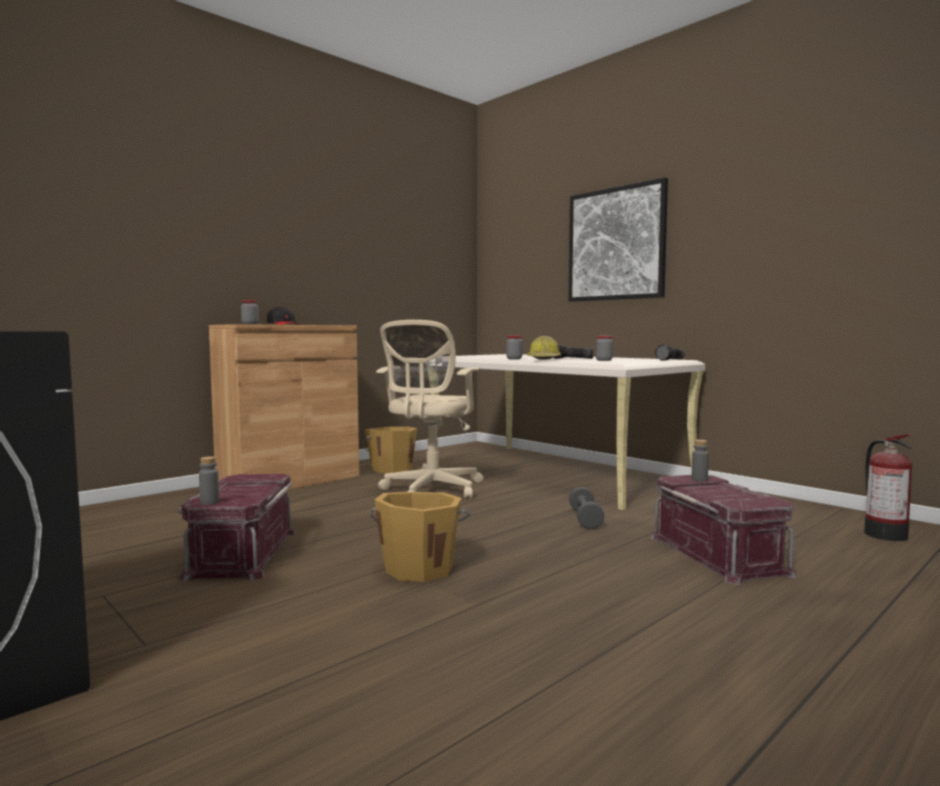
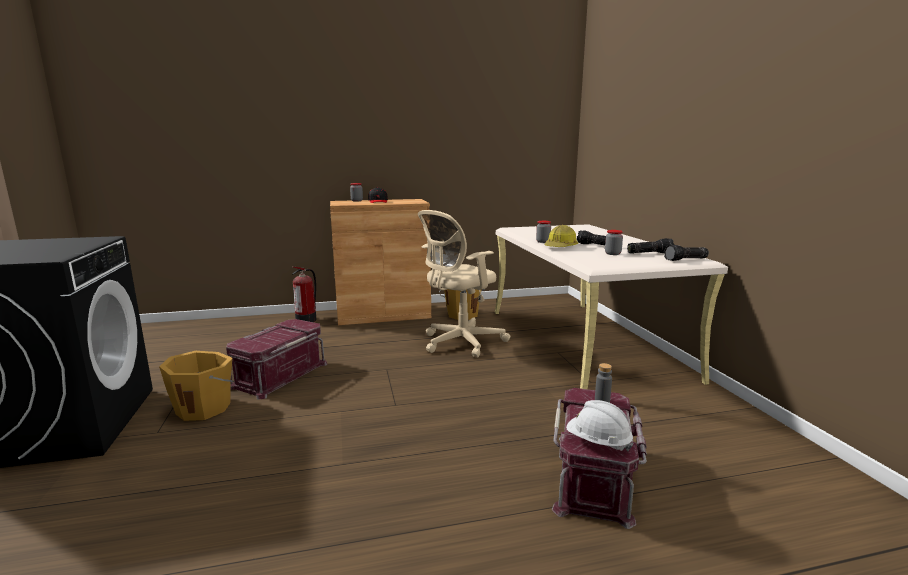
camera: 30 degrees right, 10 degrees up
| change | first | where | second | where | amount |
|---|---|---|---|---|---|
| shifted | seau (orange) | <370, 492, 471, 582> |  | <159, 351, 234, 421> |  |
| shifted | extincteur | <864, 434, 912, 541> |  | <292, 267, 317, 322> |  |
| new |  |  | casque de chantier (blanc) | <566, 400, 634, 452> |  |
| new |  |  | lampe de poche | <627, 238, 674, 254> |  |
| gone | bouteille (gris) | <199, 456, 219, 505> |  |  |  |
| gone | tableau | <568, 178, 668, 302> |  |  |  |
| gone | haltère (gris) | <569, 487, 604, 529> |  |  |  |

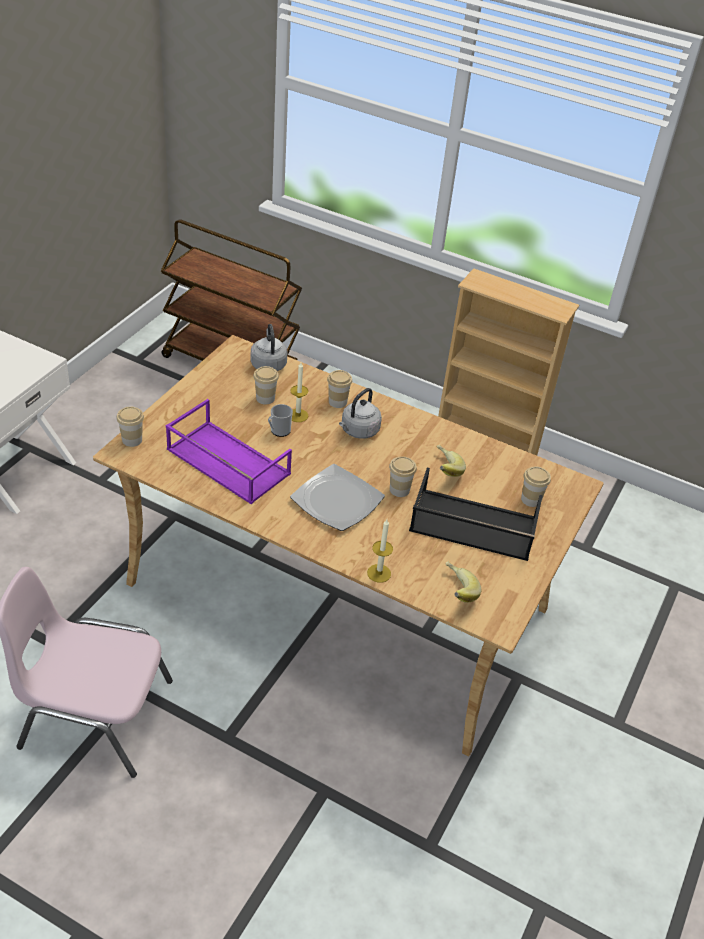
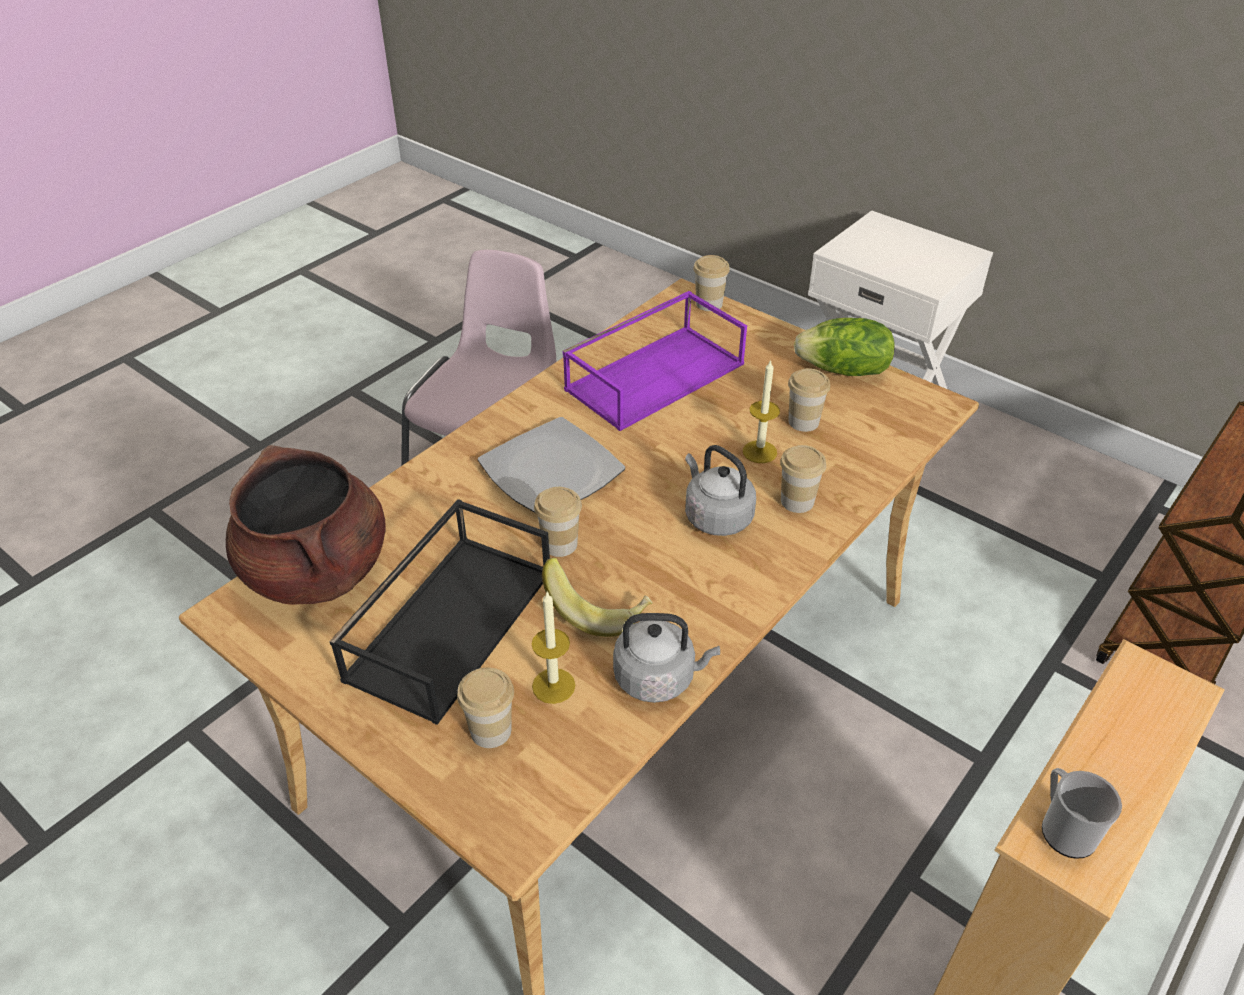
camera: 105 degrees right, 0 degrees up
| change | first | where | second | where | amount |
|---|---|---|---|---|---|
| swapped | banane | <445, 561, 482, 603> | marmite (marron) | <226, 445, 386, 605> |  |
| shifted | bougie | <367, 519, 393, 583> |  | <532, 592, 575, 704> |  |
| shifted | bouilloire (gris) | <250, 324, 287, 371> |  | <613, 613, 720, 703> |  |
| new |  |  | laitue | <794, 318, 895, 376> |  |
| shifted | mug | <268, 404, 293, 437> |  | <1042, 768, 1122, 859> |  |

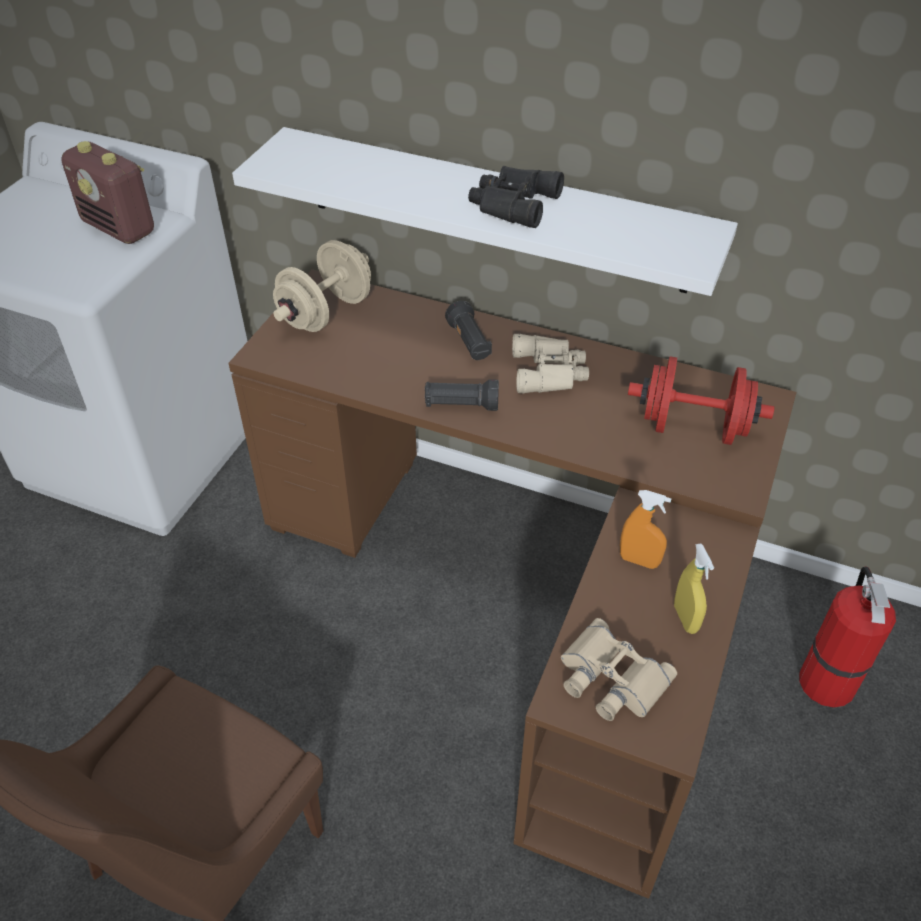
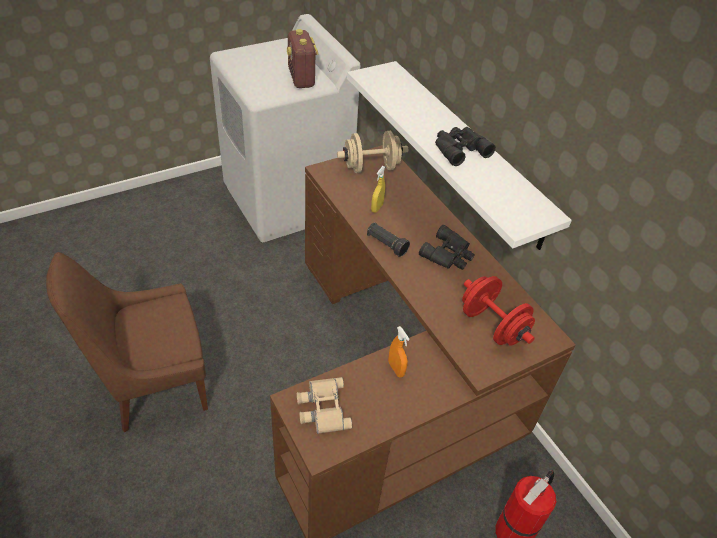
camera: 35 degrees right, 0 degrees up
| change | first | where | second | where | amount |
|---|---|---|---|---|---|
| shifted | vaporisateur (jaune) | <674, 544, 714, 634> |  | <371, 166, 385, 213> |  |
| repainted | jumelles (beige) | <512, 334, 589, 393> | jumelles (noir) | <419, 225, 475, 270> |  |
| gone | lampe de poche (noir) | <445, 301, 492, 360> |  |  |  |

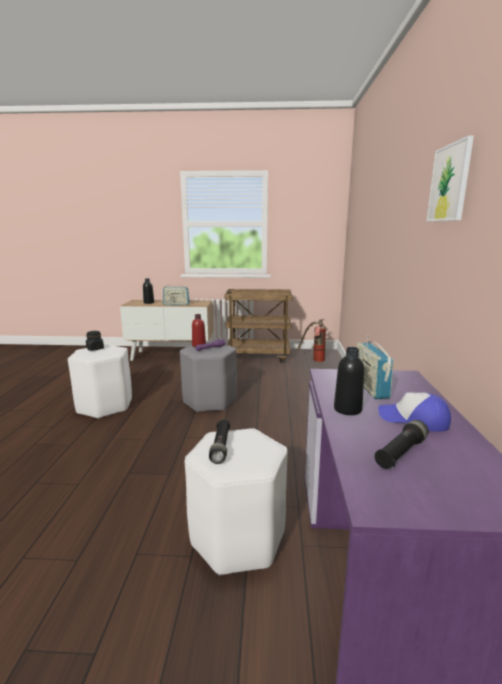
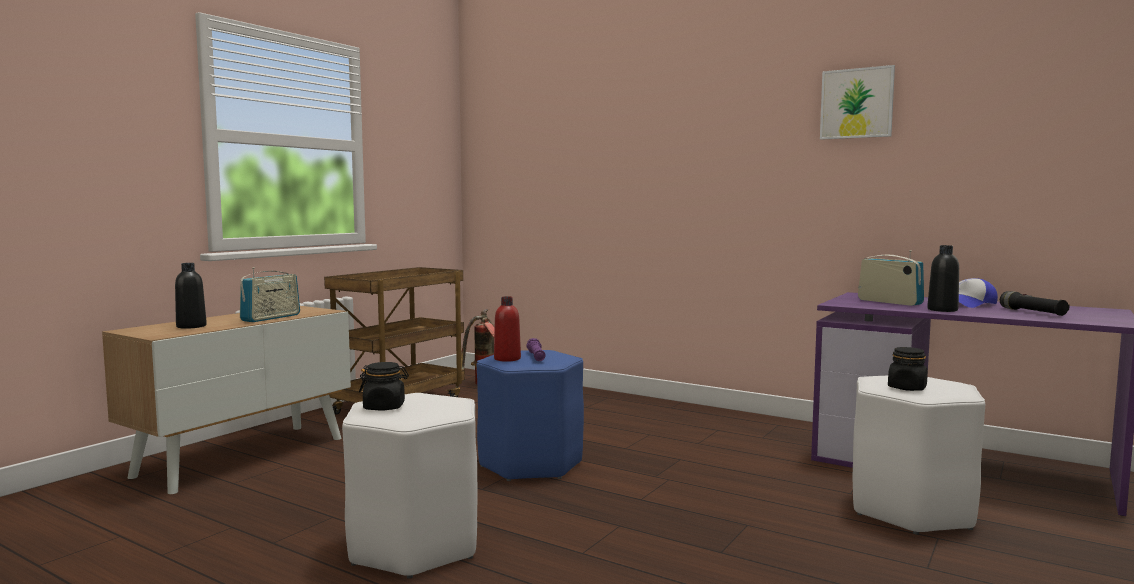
camera: 60 degrees left, 10 degrees down
| change | first | where | second | where | amount |
|---|---|---|---|---|---|
| repainted | tabouret (gris) | <180, 342, 237, 412> | tabouret (bleu) | <477, 350, 584, 481> |  |
| rotated | radio | <357, 335, 393, 399> |  | <858, 250, 924, 306> | 150 degrees counterclockwise |
| swapped | lampe de poche (noir) | <209, 419, 230, 464> | bocal (noir) | <888, 347, 928, 391> |  |

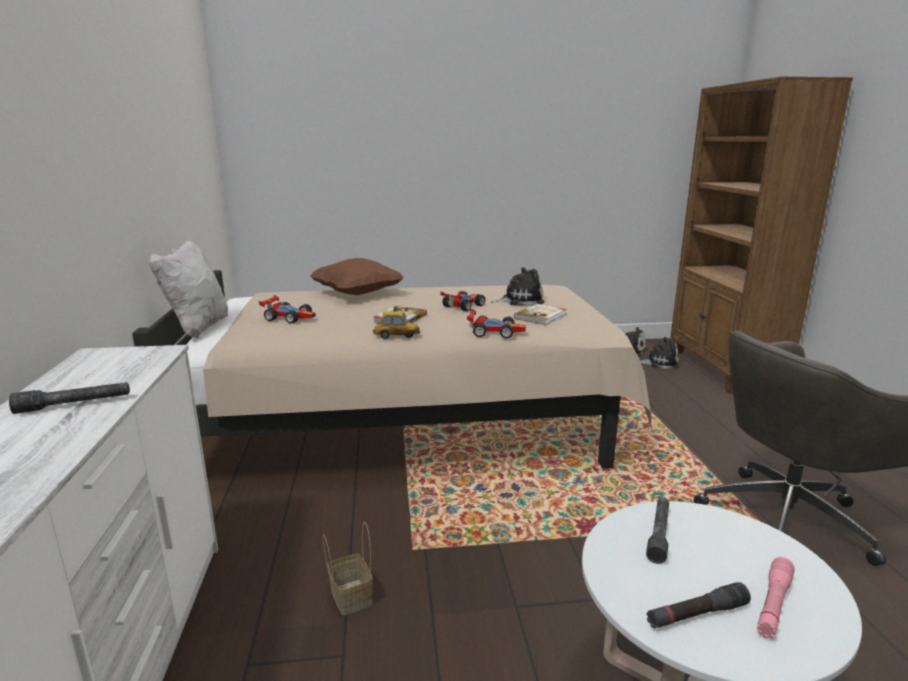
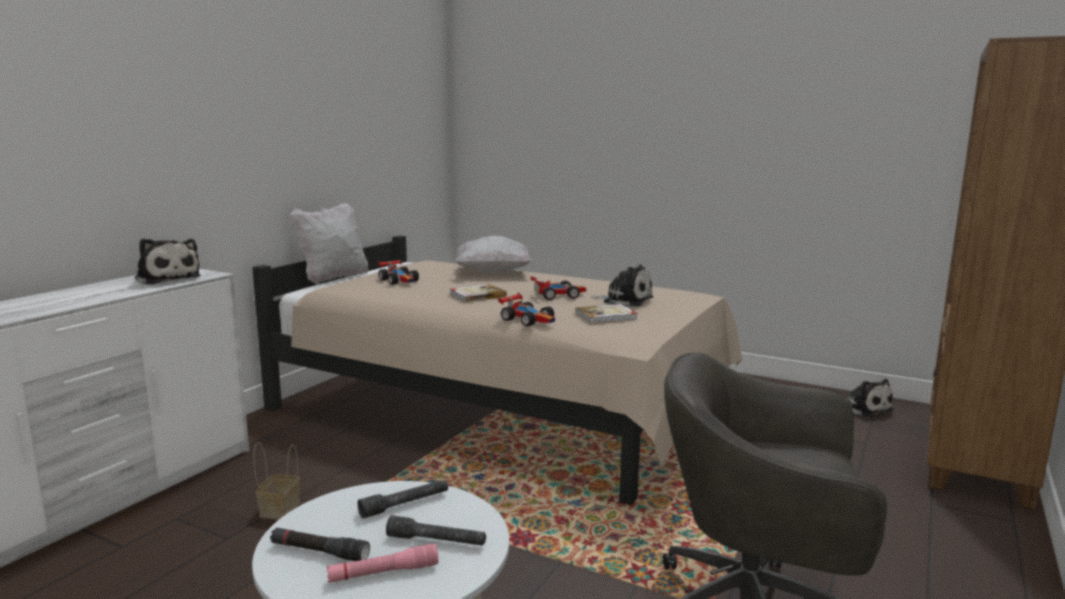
camera: 35 degrees right, 5 degrees down
| change | first | where | second | where | amount |
|---|---|---|---|---|---|
| shifted | peluche | <640, 337, 679, 369> |  | <135, 238, 201, 285> |  |
| shifted | lampe de poche (gris) | <9, 382, 130, 414> |  | <386, 515, 486, 545> |  |
| repainted | coussin (marron) | <310, 258, 404, 295> | coussin (blanc) | <455, 236, 532, 273> |  |
| gone | petite voiture | <373, 306, 420, 339> |  |  |  |

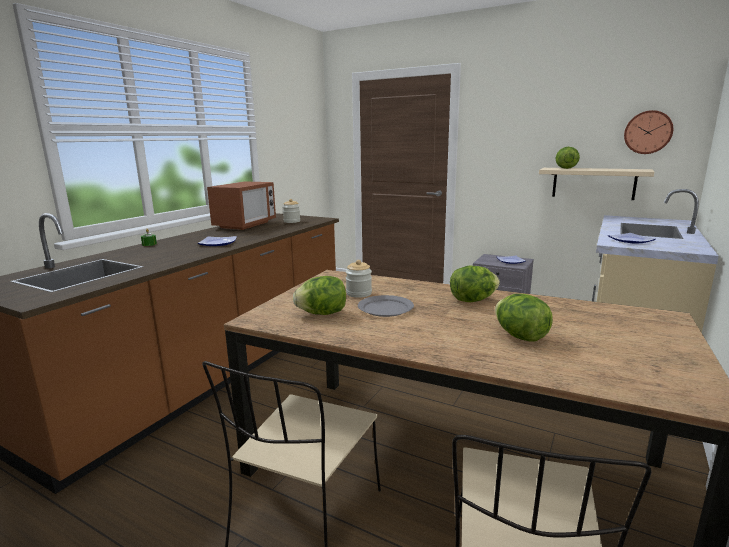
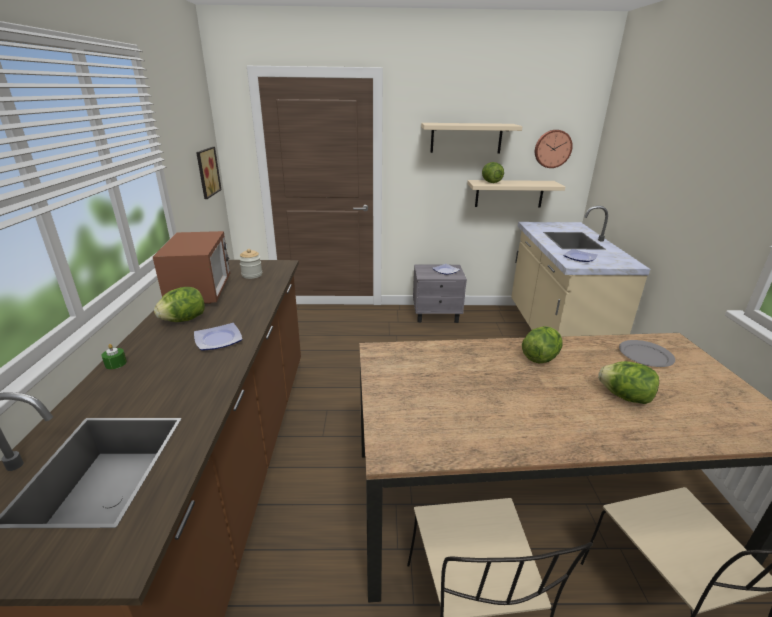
camera: 30 degrees left, 10 degrees up
| change | first | where | second | where | amount |
|---|---|---|---|---|---|
| shifted | laitue | <293, 276, 346, 315> |  | <154, 287, 205, 322> |  |
| new |  |  | tableau | <196, 147, 222, 199> |  |
| new |  |  | étagère (beige) | <421, 123, 523, 153> |  |
| shifted | assiette (gris) | <358, 295, 414, 317> |  | <619, 340, 675, 367> |  |
| gone | bocal | <346, 260, 372, 298> |  |  |  |

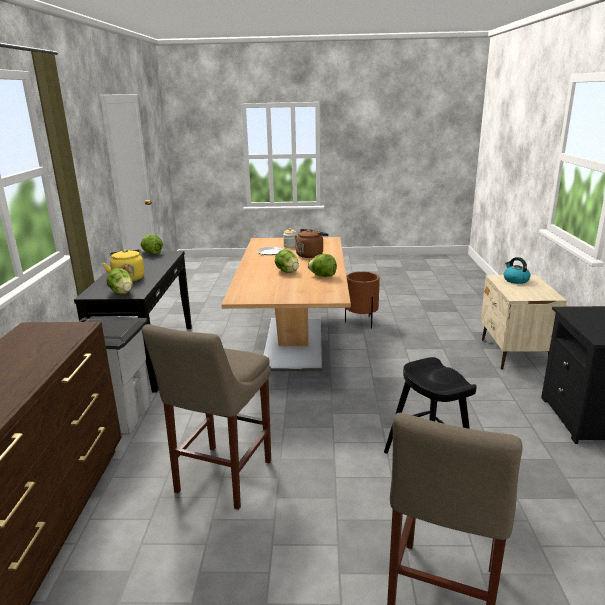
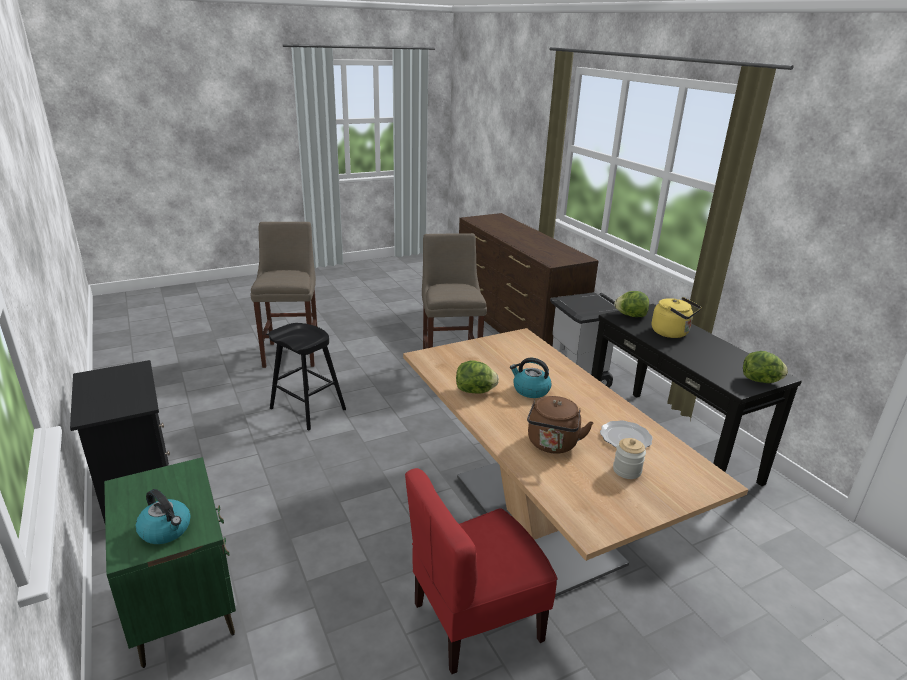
camera: 150 degrees right, 5 degrees up
| change | first | where | second | where | amount |
|---|---|---|---|---|---|
| repainted | table de chevet (beige) | <481, 275, 567, 370> | table de chevet (vert) | <104, 457, 236, 668> |  |
| swapped | cache-pot (marron) | <345, 272, 380, 329> | chaise (rouge) | <405, 468, 558, 674> |  |
| swapped | laitue | <275, 249, 299, 273> | bouilloire | <510, 358, 552, 398> |  |

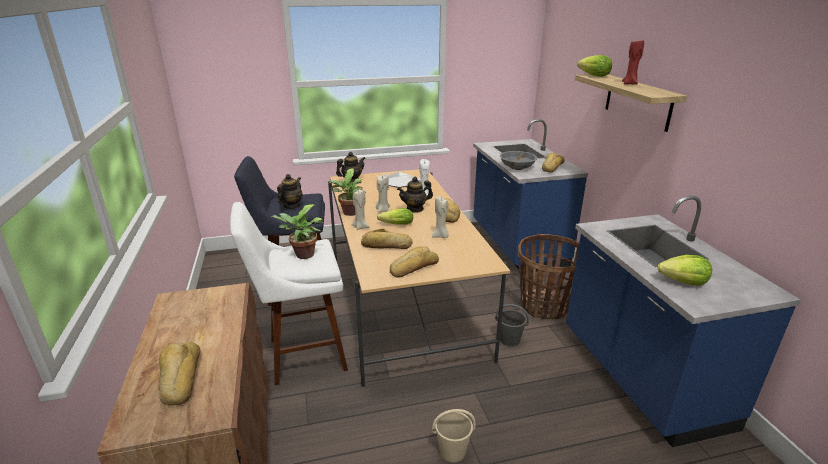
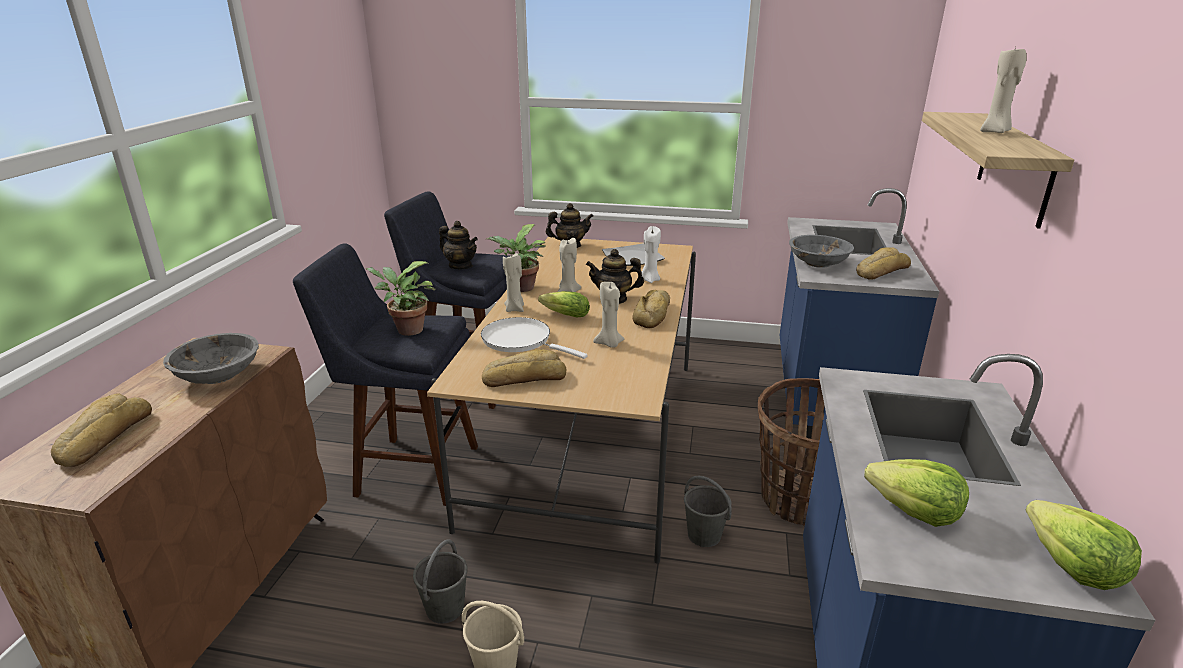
camera: 25 degrees right, 0 degrees up
| change | first | where | second | where | amount |
|---|---|---|---|---|---|
| new |  |  | bol (gris) | <163, 333, 259, 384> |  |
| repainted | tabouret (blanc) | <230, 202, 348, 385> | tabouret (bleu) | <293, 243, 478, 506> |  |
| new |  |  | seau (gris) | <413, 539, 468, 624> |  |
| rotated | théière | <277, 174, 302, 209> |  | <439, 221, 478, 269> | 75 degrees clockwise |
| swapped | pain | <361, 229, 413, 249> | poêle (blanc) | <481, 317, 588, 359> |  |
| repainted | bougie (rouge) | <622, 40, 644, 85> | bougie (beige) | <980, 47, 1027, 133> |  |
| shifted | laitue | <577, 55, 612, 77> |  | <1026, 500, 1142, 590> |  |

